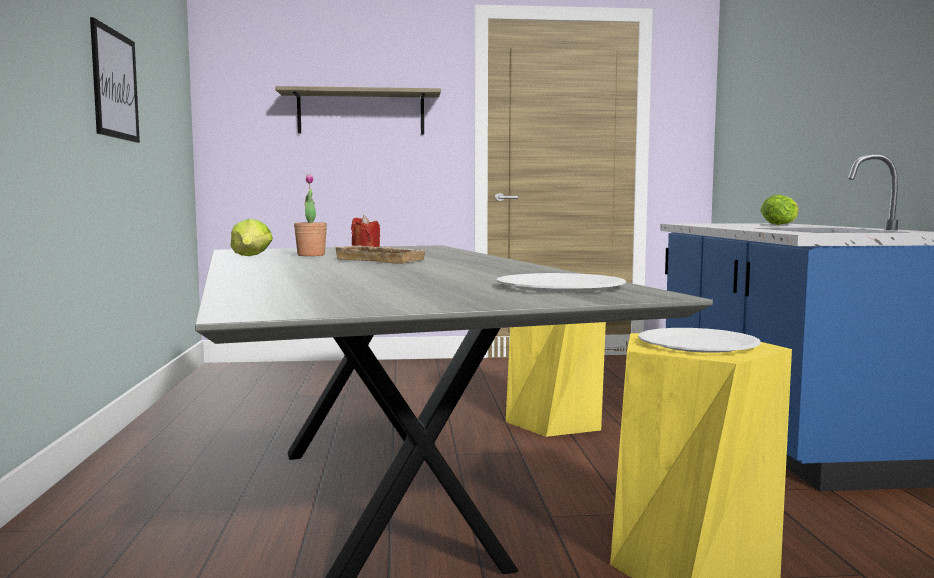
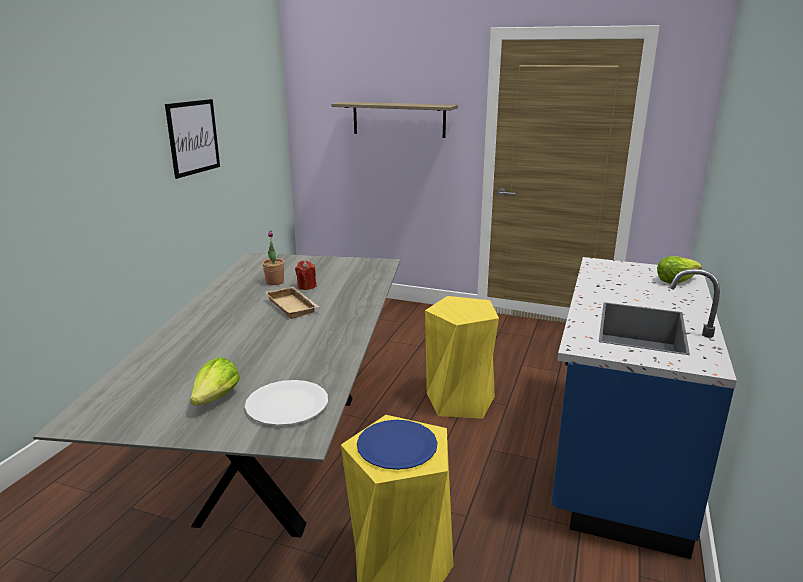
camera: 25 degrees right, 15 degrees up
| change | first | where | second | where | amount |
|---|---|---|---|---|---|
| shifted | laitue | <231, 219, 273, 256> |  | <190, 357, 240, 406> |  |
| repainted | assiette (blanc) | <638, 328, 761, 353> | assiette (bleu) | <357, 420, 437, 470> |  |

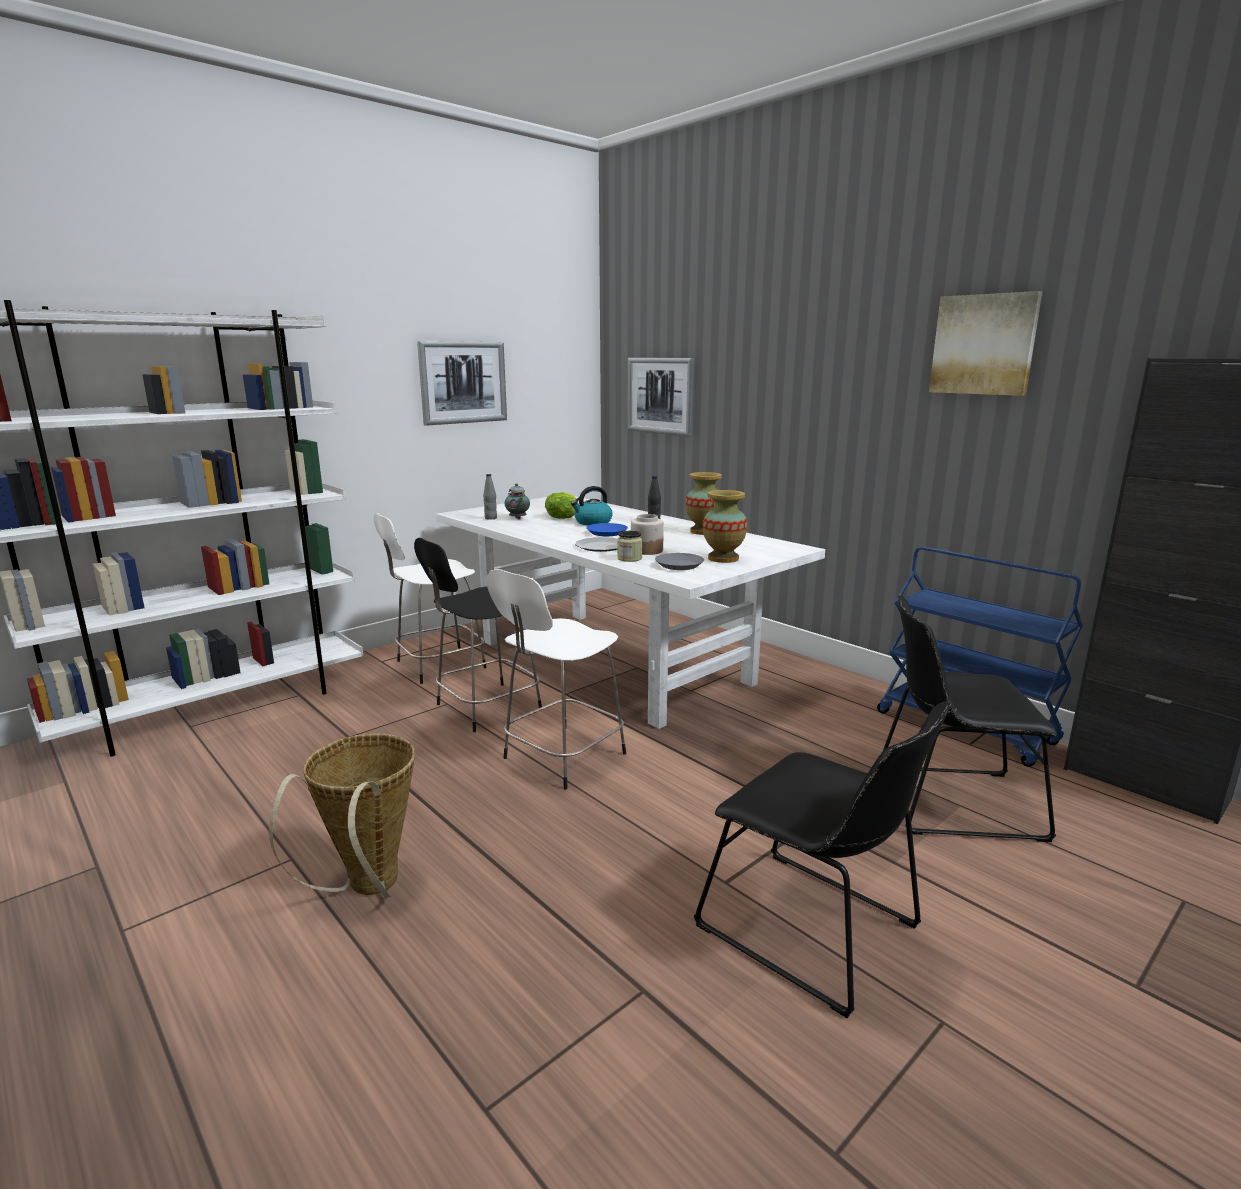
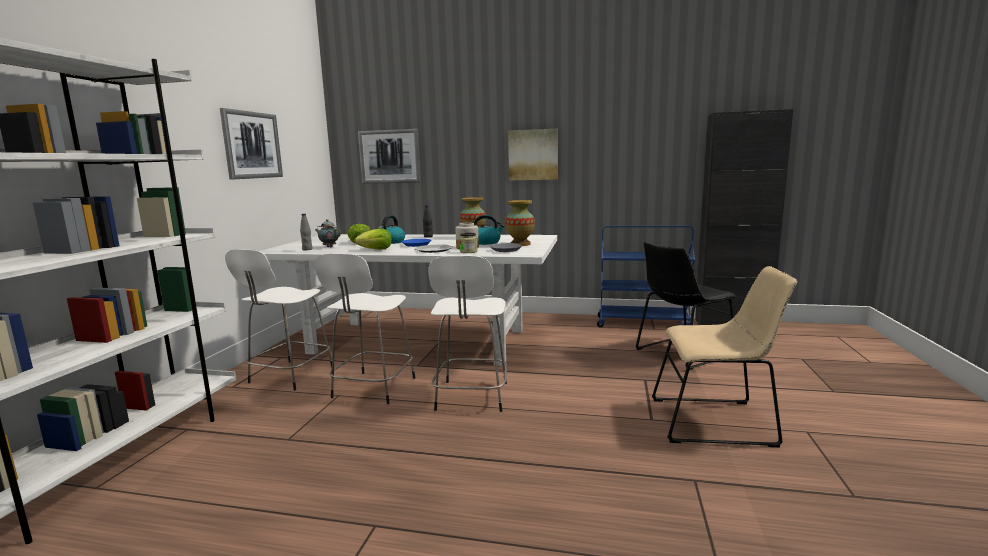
camera: 35 degrees left, 5 degrees down
| change | first | where | second | where | amount |
|---|---|---|---|---|---|
| repainted | tabouret (noir) | <414, 538, 542, 732> | tabouret (blanc) | <314, 254, 415, 404> |  |
| new |  |  | laitue | <355, 229, 392, 250> |  |
| new |  |  | bouilloire | <474, 215, 505, 245> |  |
| shifted | tableau | <929, 291, 1042, 396> |  | <508, 129, 558, 181> |  |
| repainted | chaise (noir) | <694, 701, 951, 1018> | chaise (beige) | <652, 266, 798, 447> |  |
| gone | panier | <269, 733, 415, 898> |  |  |  |

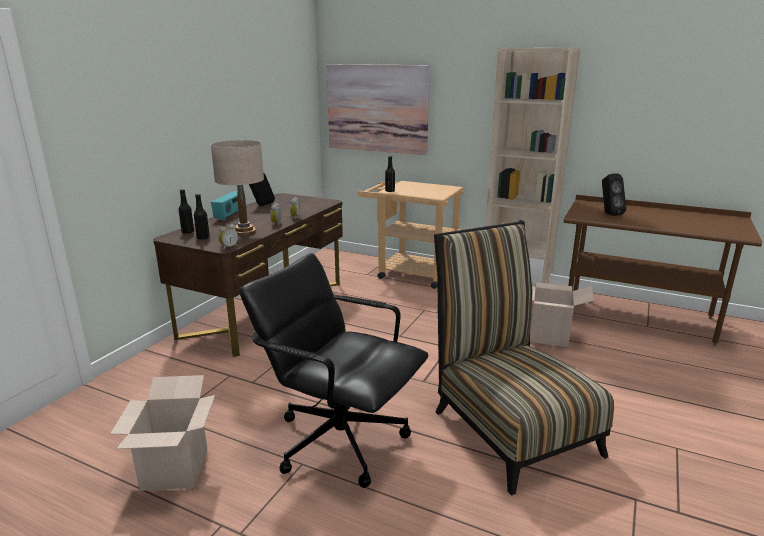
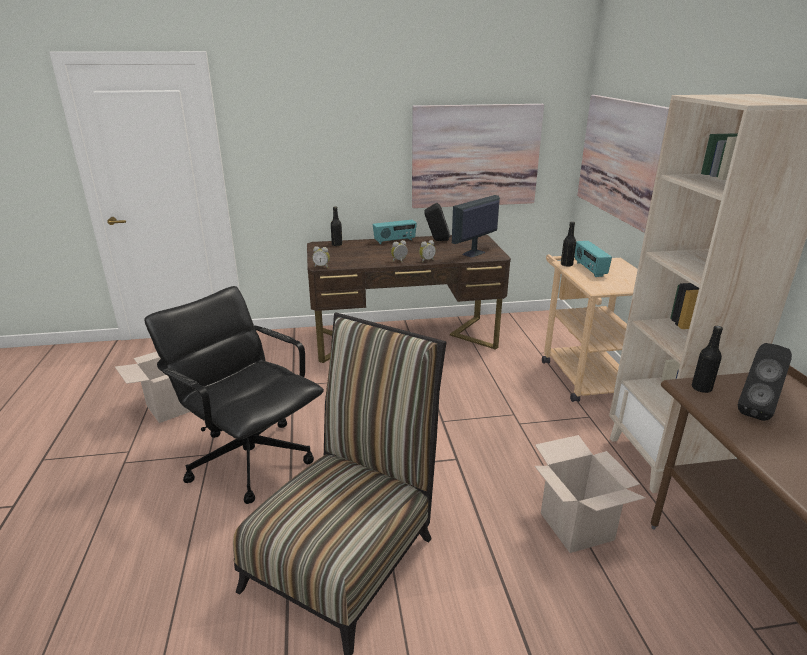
camera: 55 degrees right, 5 degrees up
| change | first | where | second | where | amount |
|---|---|---|---|---|---|
| rotated | chaise de bureau (noir) | <239, 253, 429, 488> |  | <144, 286, 324, 504> | 45 degrees counterclockwise |
| new |  |  | tableau | <412, 104, 544, 208> |  |
| new |  |  | écran d'ordinateur | <452, 195, 500, 257> |  |
| new |  |  | radio | <575, 241, 612, 277> |  |
| shifted | bouteille (noir) | <194, 194, 210, 240> |  | <692, 326, 723, 393> |  |
| gone | lampe de table (beige) | <211, 140, 264, 236> |  |  |  |

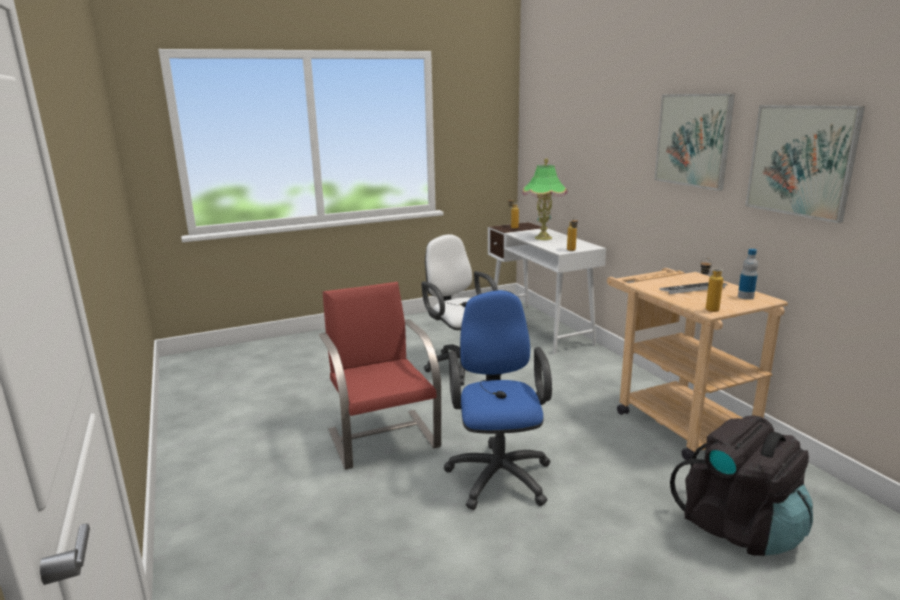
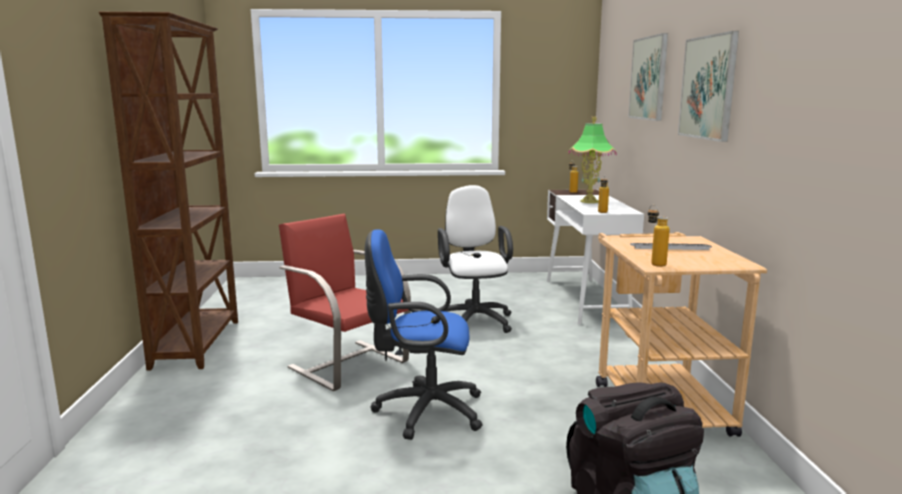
camera: 20 degrees right, 5 degrees down
| change | first | where | second | where | amount |
|---|---|---|---|---|---|
| new |  |  | bibliothèque (marron) | <99, 12, 238, 371> |  |
| rotated | chaise (rouge) | <319, 282, 441, 470> |  | <279, 214, 411, 392> | 45 degrees counterclockwise |
| rotated | chaise de bureau (bleu) | <444, 290, 552, 510> |  | <365, 229, 483, 440> | 105 degrees counterclockwise |
| shifted | tableau | <746, 105, 865, 223> |  | <628, 33, 668, 121> |  |
| gone | bouteille | <738, 249, 758, 300> |  |  |  |

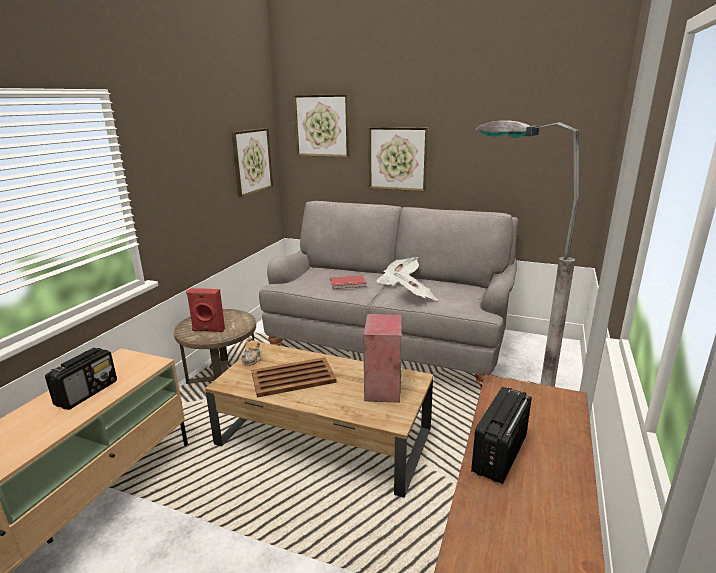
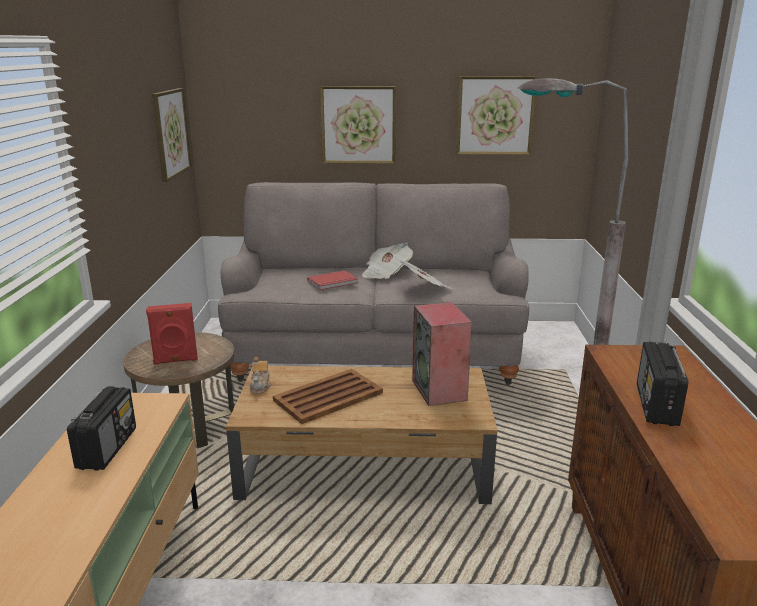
camera: 20 degrees left, 0 degrees up
| change | first | where | second | where | amount |
|---|---|---|---|---|---|
| shifted | tableau | <293, 94, 350, 157> |  | <456, 76, 537, 155> |  |

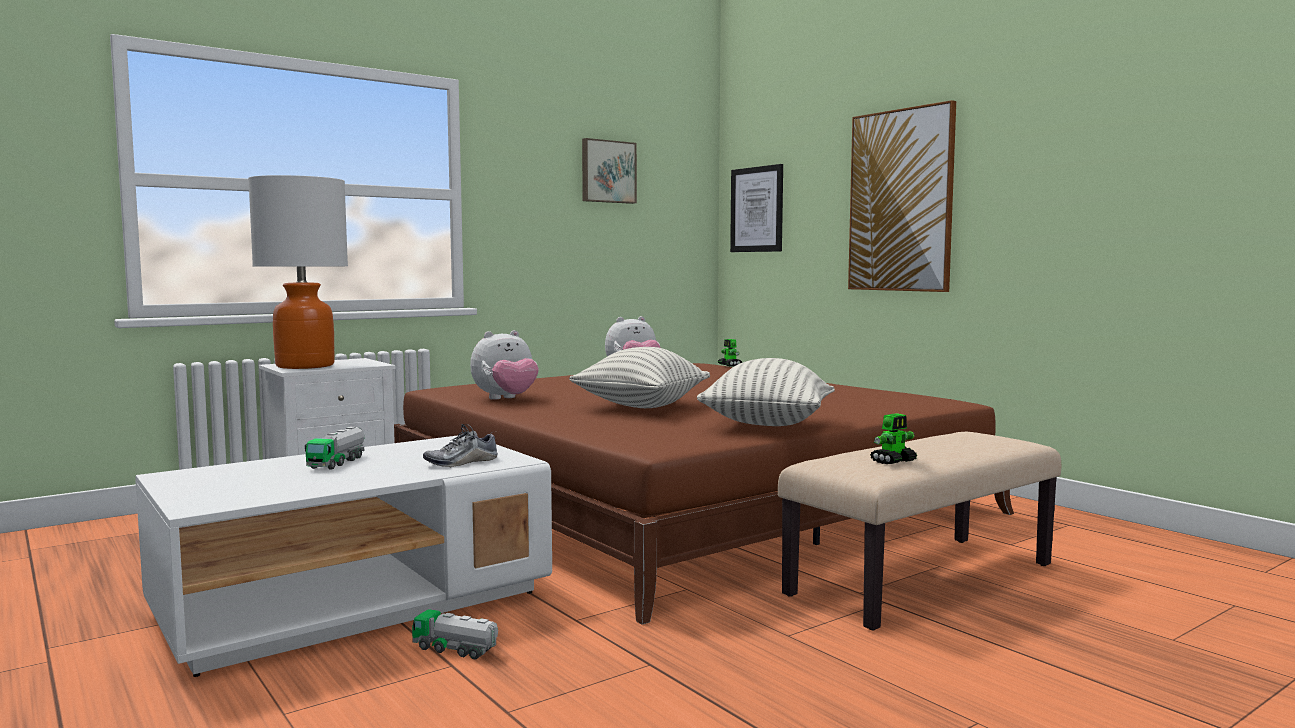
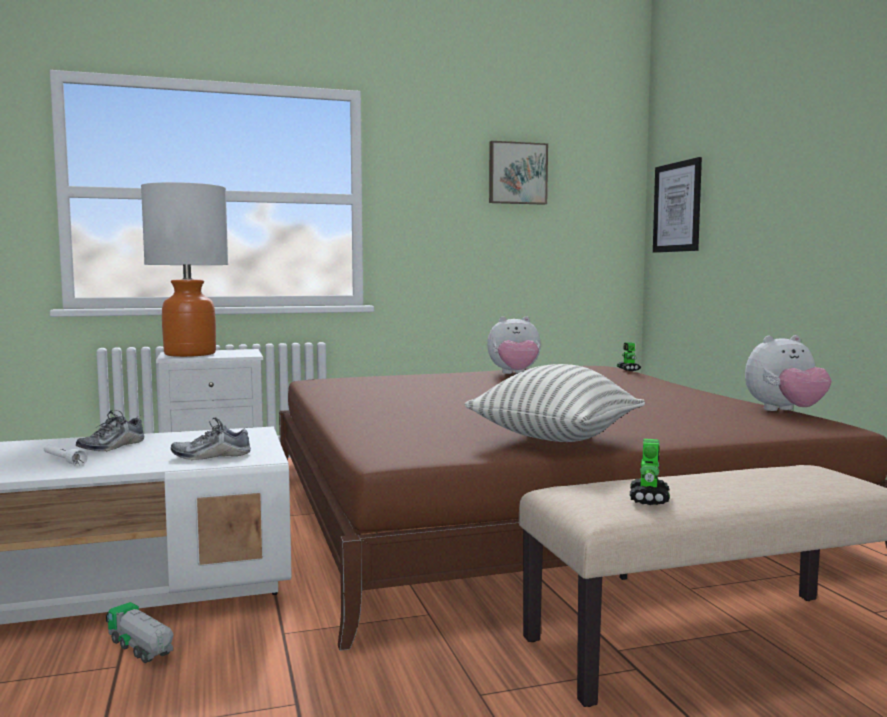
camera: 20 degrees right, 0 degrees up
| change | first | where | second | where | amount |
|---|---|---|---|---|---|
| new |  |  | lampe de poche (blanc) | <44, 445, 88, 466> |  |
| swapped | camion jouet | <305, 427, 365, 470> | chaussure | <76, 410, 144, 452> |  |
| rotated | robot jouet | <870, 413, 917, 464> |  | <630, 439, 670, 505> | 60 degrees counterclockwise |
| shifted | peluche | <470, 330, 539, 400> |  | <745, 335, 832, 411> |  |
| gone | coussin | <569, 347, 710, 408> |  |  |  |
| gone | tableau | <848, 100, 956, 292> |  |  |  |

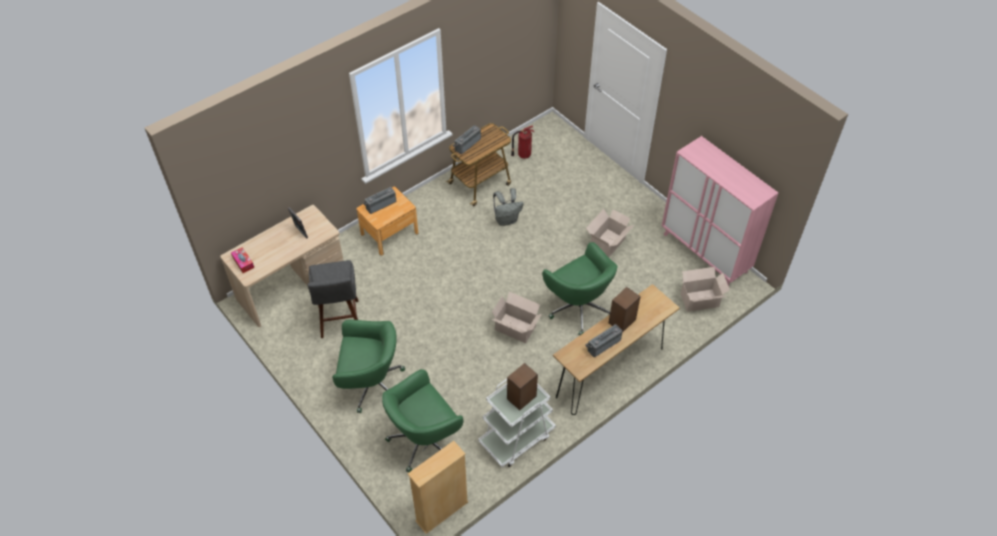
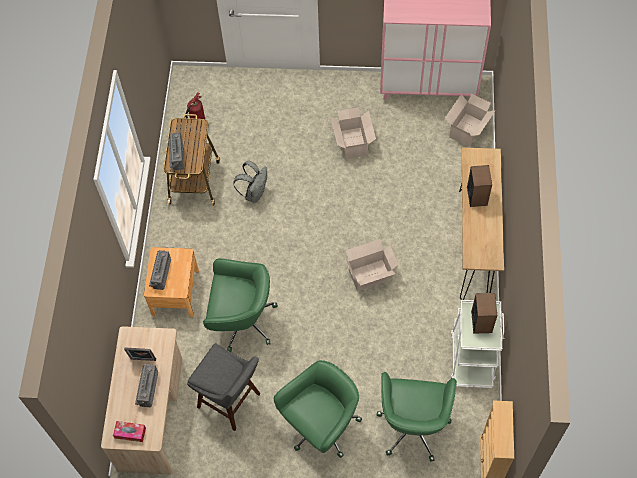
camera: 45 degrees left, 10 degrees up
| change | first | where | second | where | amount |
|---|---|---|---|---|---|
| shifted | radio | <586, 324, 622, 357> |  | <135, 364, 158, 407> |  |
| shifted | chaise de bureau (vert) | <542, 242, 618, 335> |  | <203, 258, 278, 352> |  |

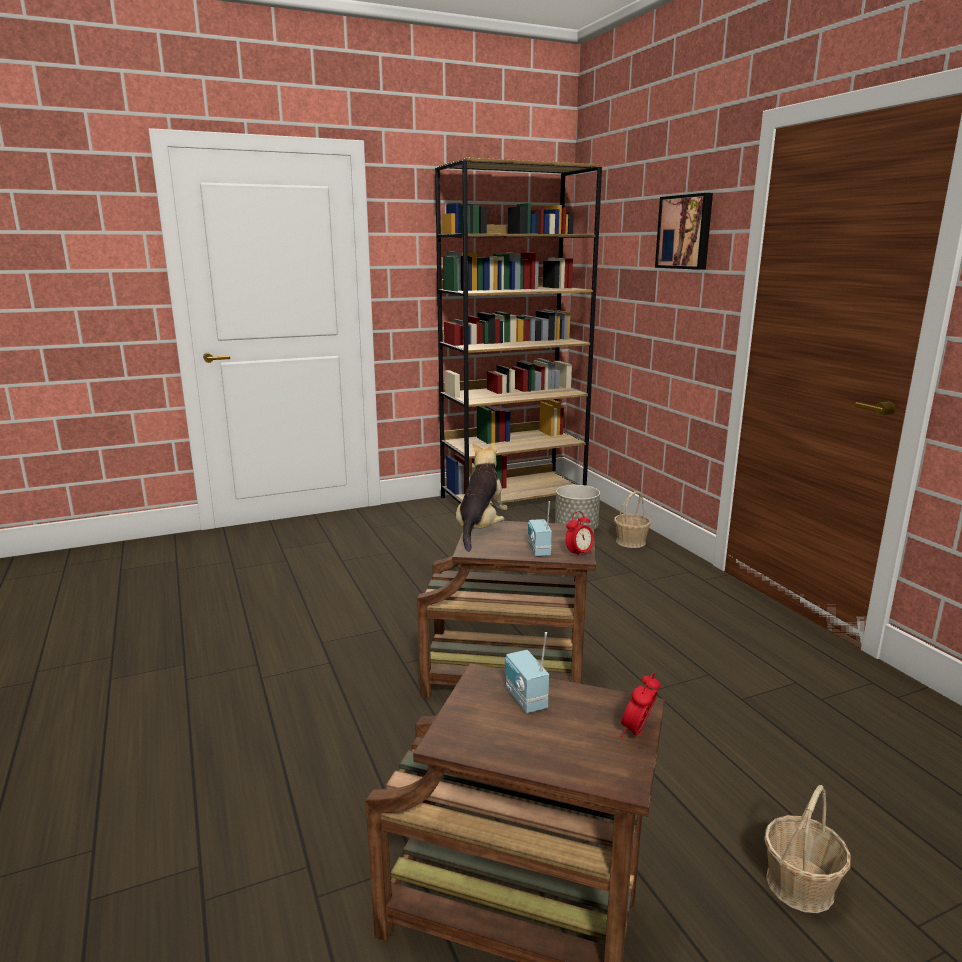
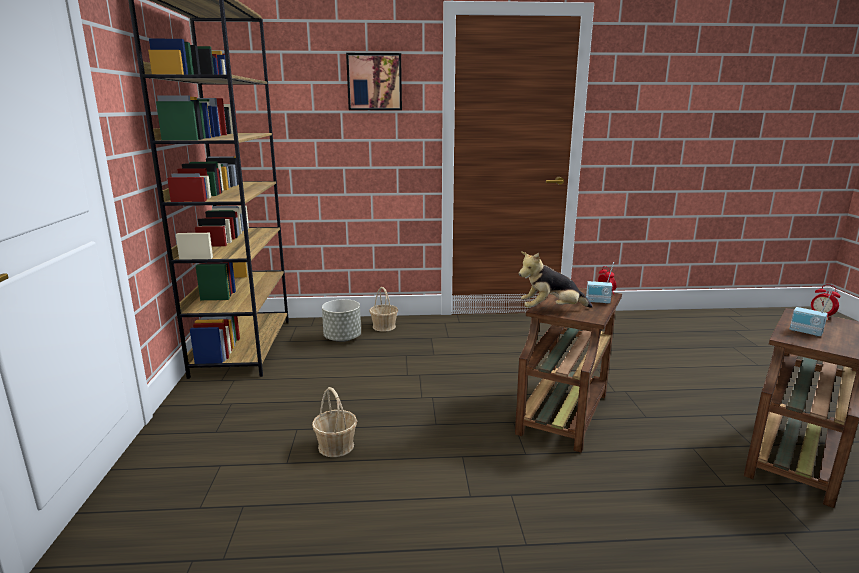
camera: 70 degrees left, 0 degrees up
| change | first | where | second | where | amount |
|---|---|---|---|---|---|
| shifted | panier | <764, 785, 851, 913> |  | <312, 387, 357, 457> |  |
| rotated | peluche | <456, 443, 507, 552> |  | <519, 251, 593, 308> | 45 degrees counterclockwise |
| rotated | radio | <505, 632, 549, 713> |  | <790, 289, 833, 337> | 45 degrees clockwise |

